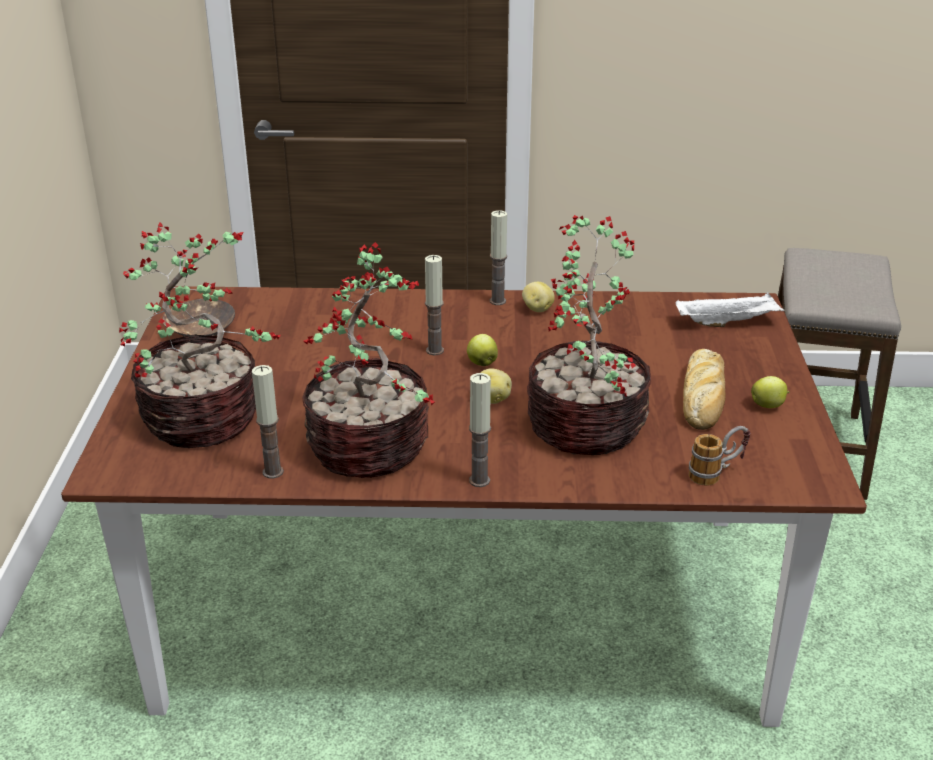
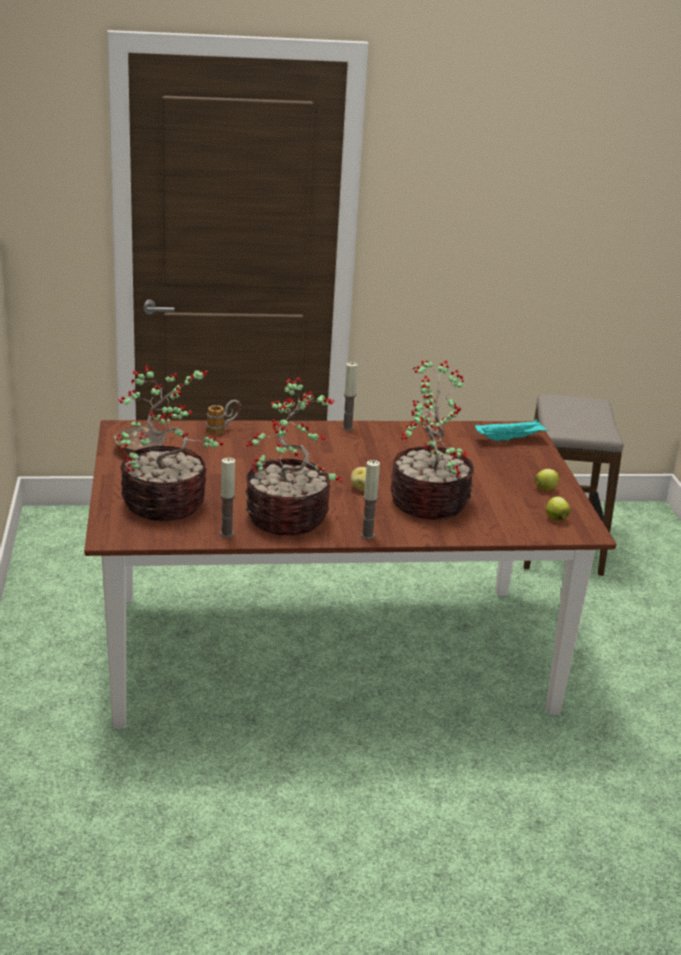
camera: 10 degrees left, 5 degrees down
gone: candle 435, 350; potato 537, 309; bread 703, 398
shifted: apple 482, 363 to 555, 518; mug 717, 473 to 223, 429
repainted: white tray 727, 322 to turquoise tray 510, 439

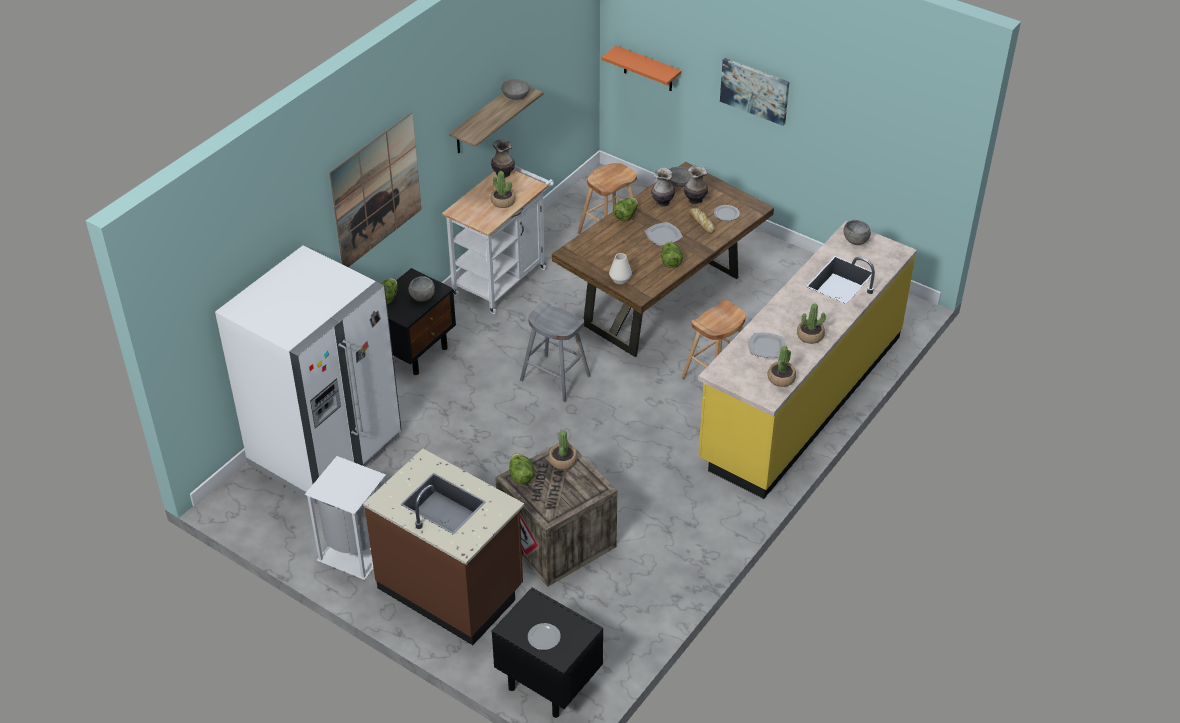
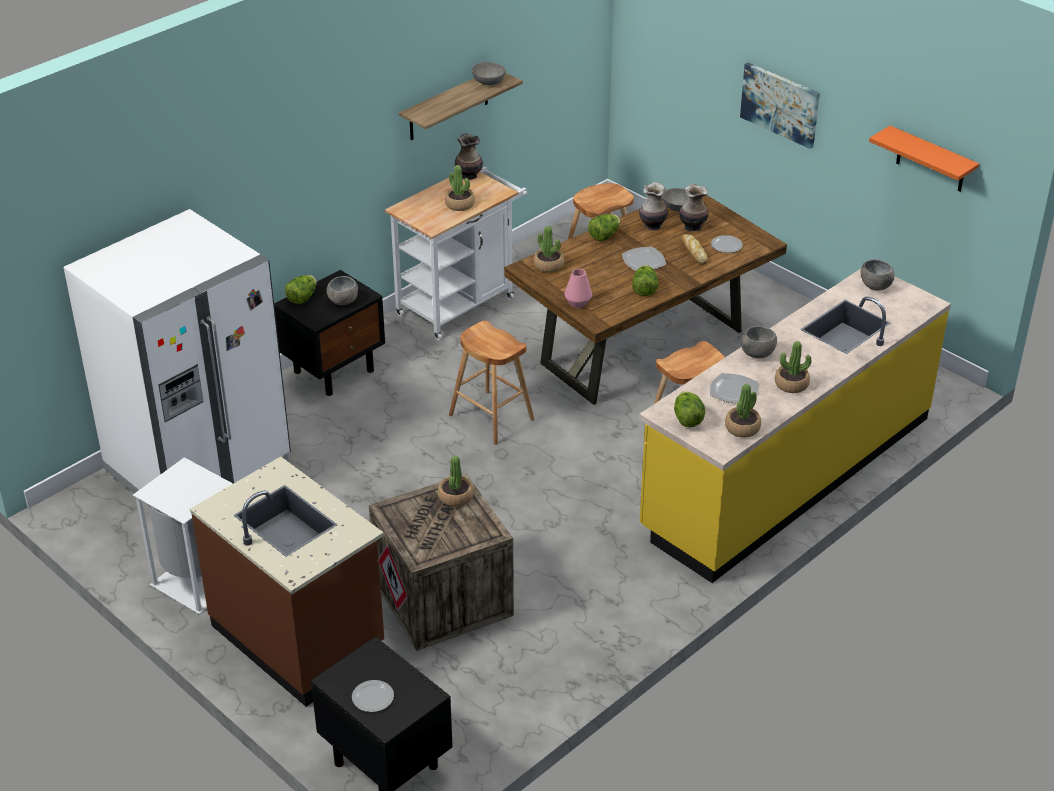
camera: 10 degrees right, 5 degrees down
gone: picture 376, 191
new: potted plant 548, 265; grey bowl 756, 354
shifted: lettuce 521, 476 to 687, 419; orange shelf 648, 69 to 931, 160
repainted: grey stool 555, 378 to brown stool 491, 417; white vase 620, 279 to pink vase 578, 302

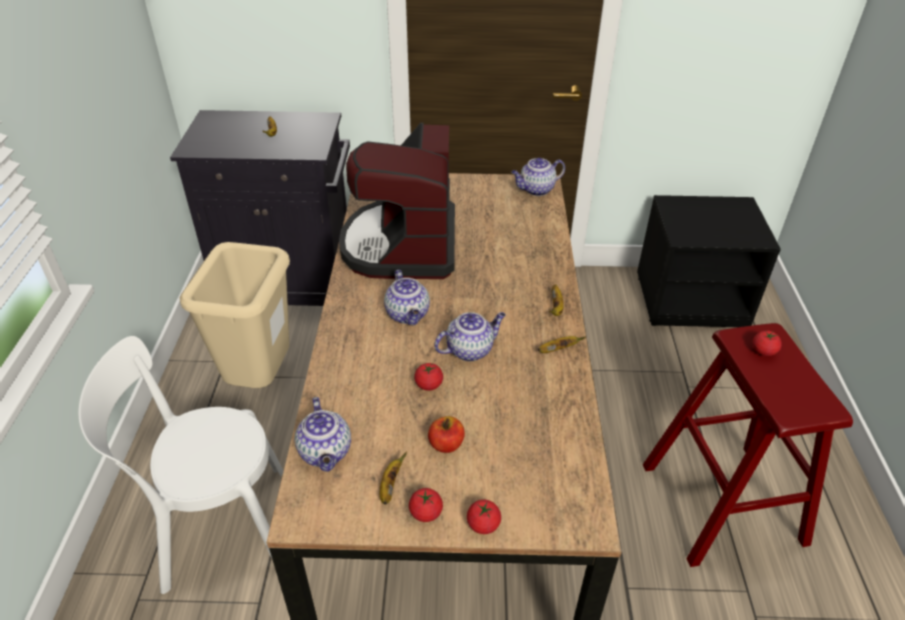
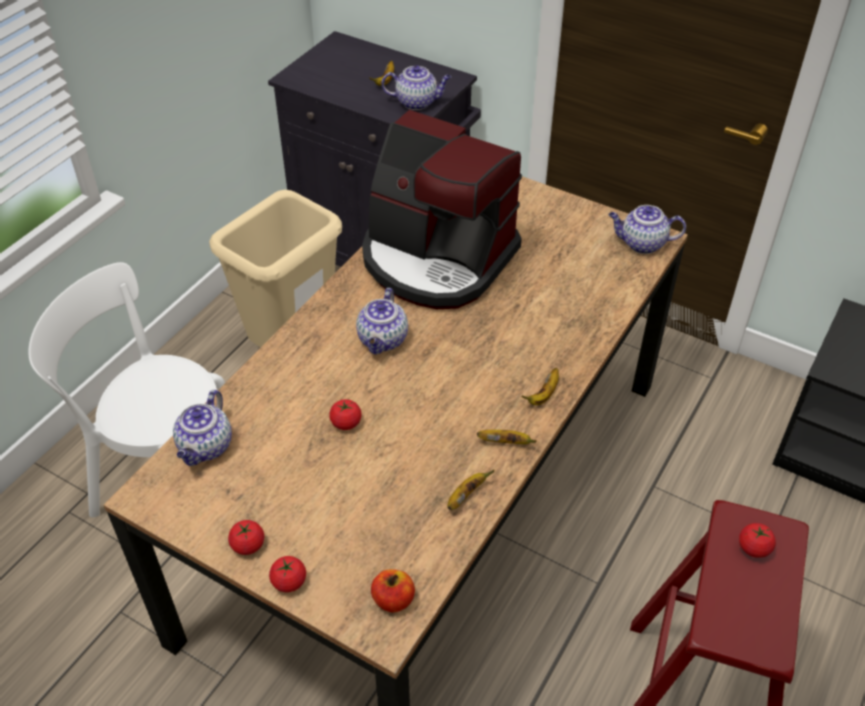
camera: 30 degrees right, 5 degrees up
shifted: banana 390, 486 to 466, 495; apple 446, 444 to 393, 600; teapot 470, 349 to 417, 102
rotated: coffee machine 402, 245 = 437, 259 90 degrees counterclockwise

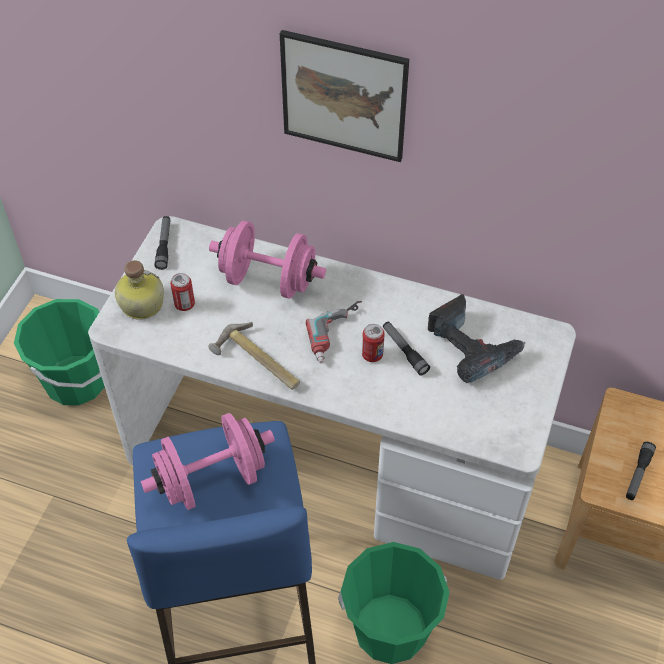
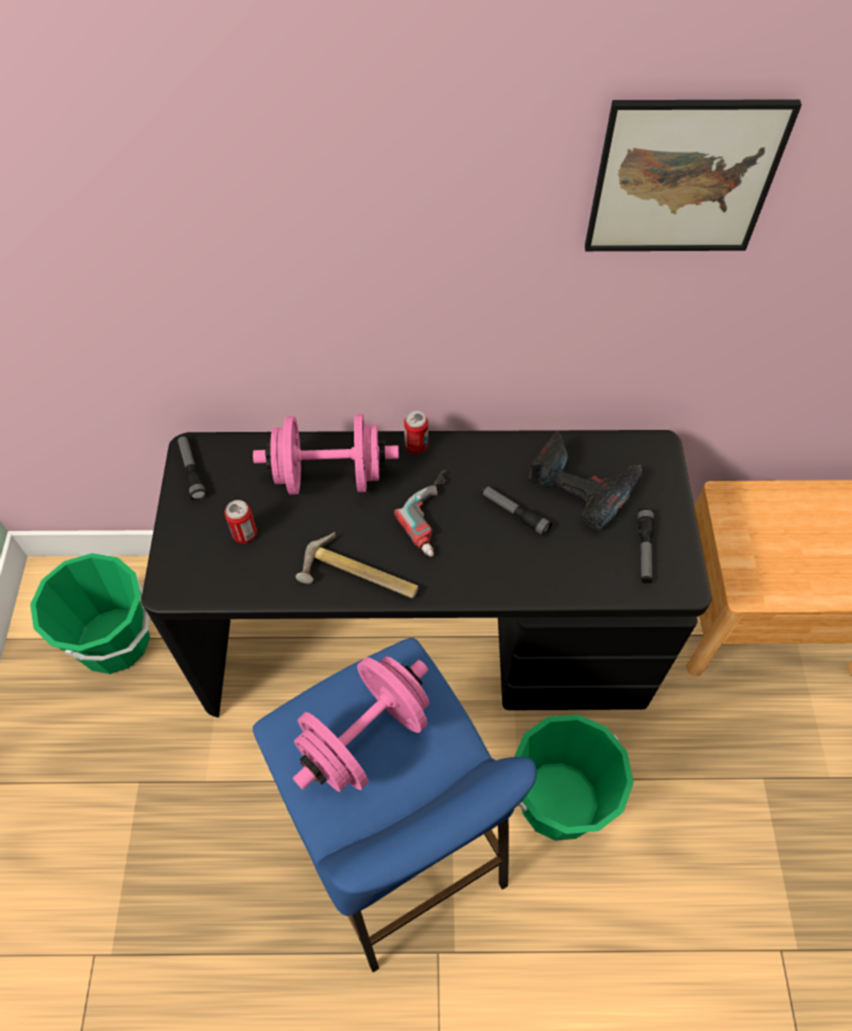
camera: 20 degrees left, 5 degrees up
gone: bottle 140, 304
shifted: picture 344, 96 to 683, 178; can 372, 355 to 416, 446; flashlight 638, 474 to 644, 549
repainted: white desk 332, 456 to black desk 426, 634

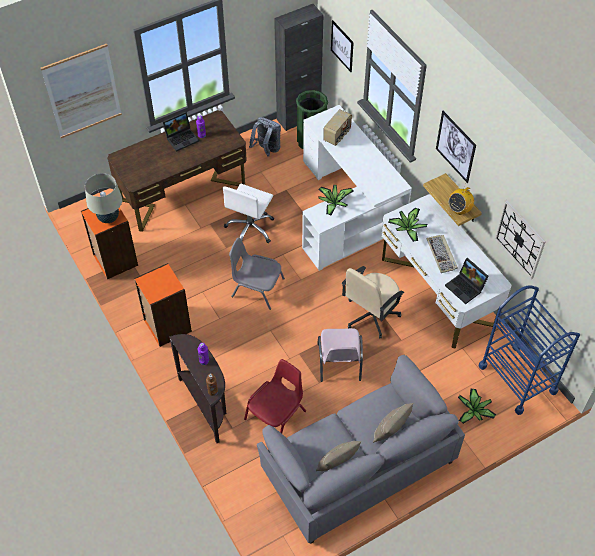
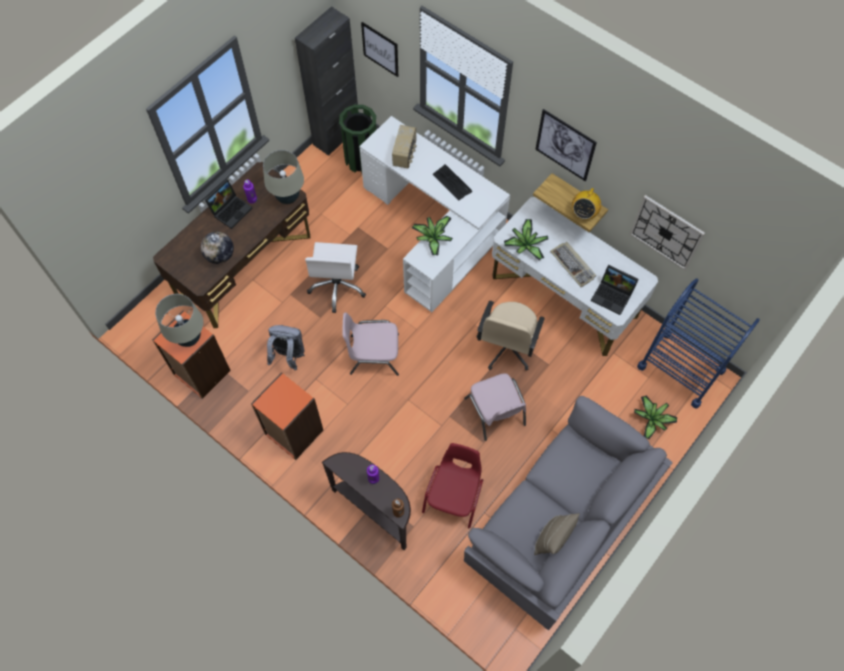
camera: 20 degrees left, 10 degrees up
gone: picture 82, 91; beige pillow 390, 431
new: globe 220, 256; beige table lamp 288, 197; keyboard 452, 182
shifted: grey backpack 267, 150 to 288, 356
repainted: grey chair 257, 287 to pink chair 373, 354

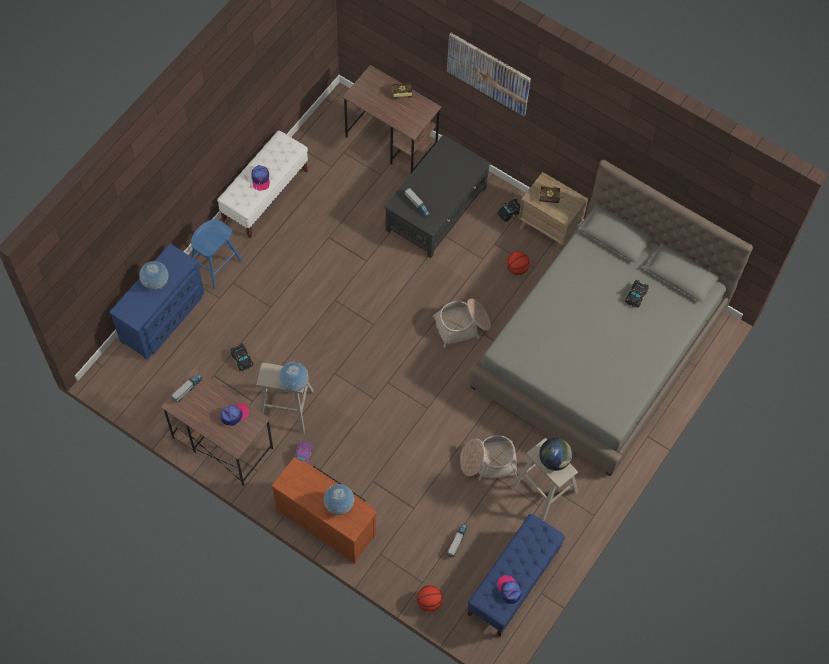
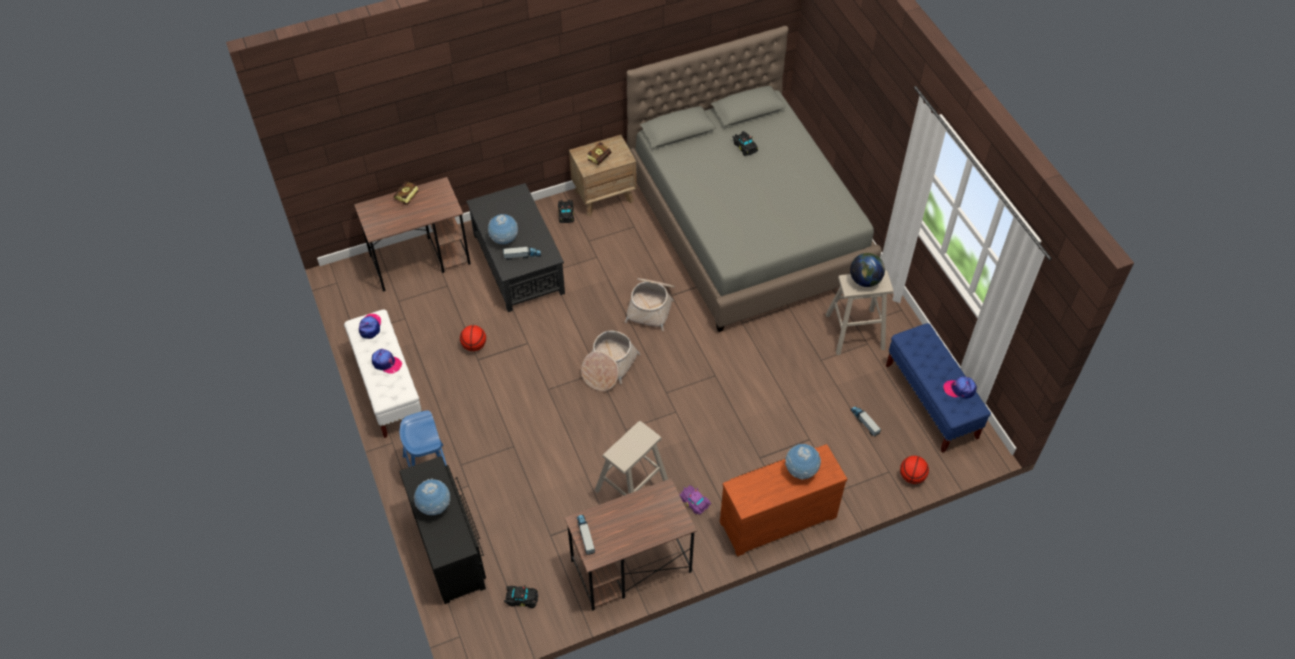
camera: 55 degrees left, 10 degrees down
gone: picture 488, 73
shifted: cap 234, 415 to 370, 327; black toy car 242, 358 to 521, 598; globe 294, 383 to 504, 240; basket 488, 461 to 608, 367; basketball 517, 268 to 474, 345
repainted: blue dresser 164, 318 to black dresser 451, 547

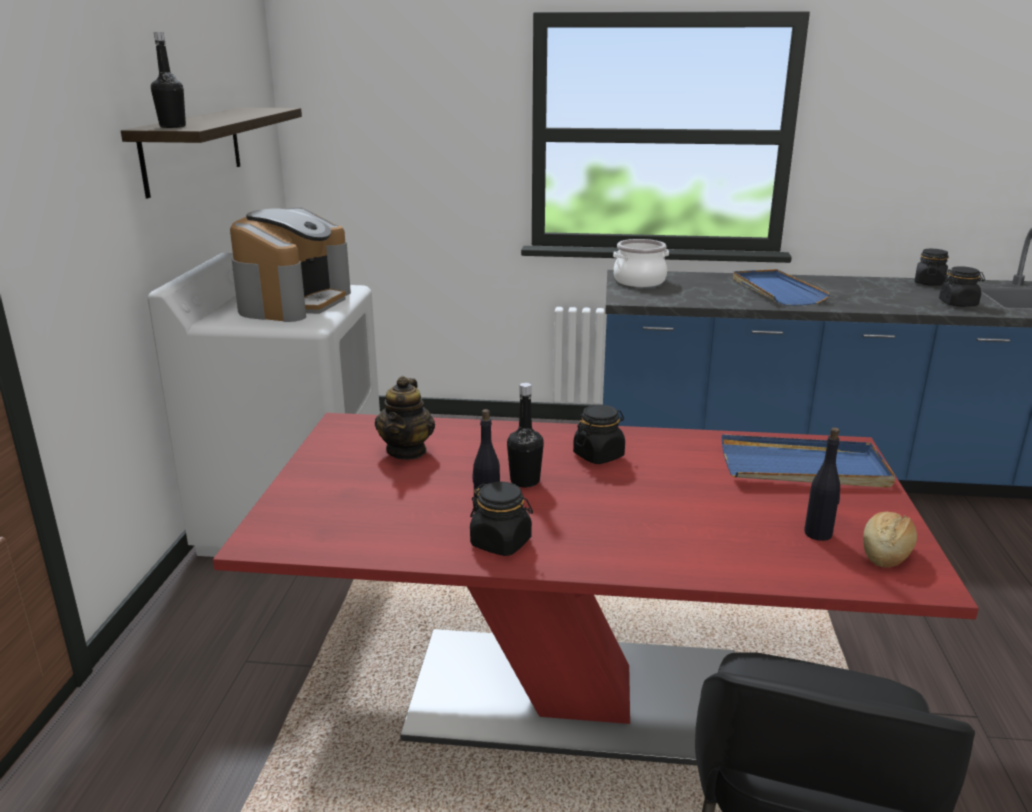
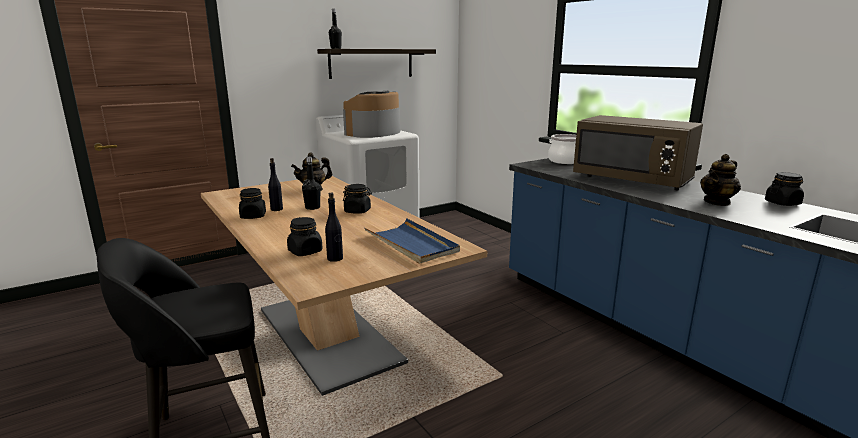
camera: 50 degrees right, 5 degrees down
gone: bread 886, 552
new: teapot 717, 202
shifted: black jar 958, 304 to 305, 251
swapped: blue tray 776, 291 to brown microwave 632, 180
repainted: red dining table 577, 697 to beige dining table 328, 335
rotated: coffee machine 294, 302 = 373, 133 150 degrees clockwise

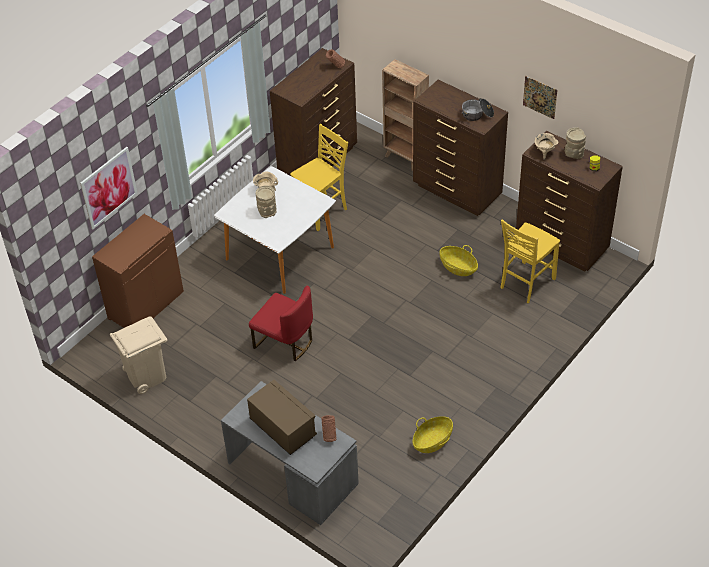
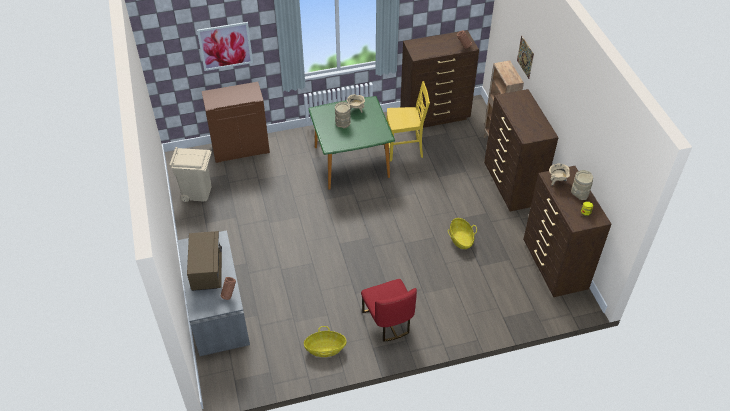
camera: 35 degrees right, 0 degrees up
gone: cooking pot 477, 115; yellow chair 526, 283
shifted: red chair 285, 342 to 388, 321; picture 540, 97 to 525, 57
repainted: white dining table 279, 254 to green dining table 351, 162

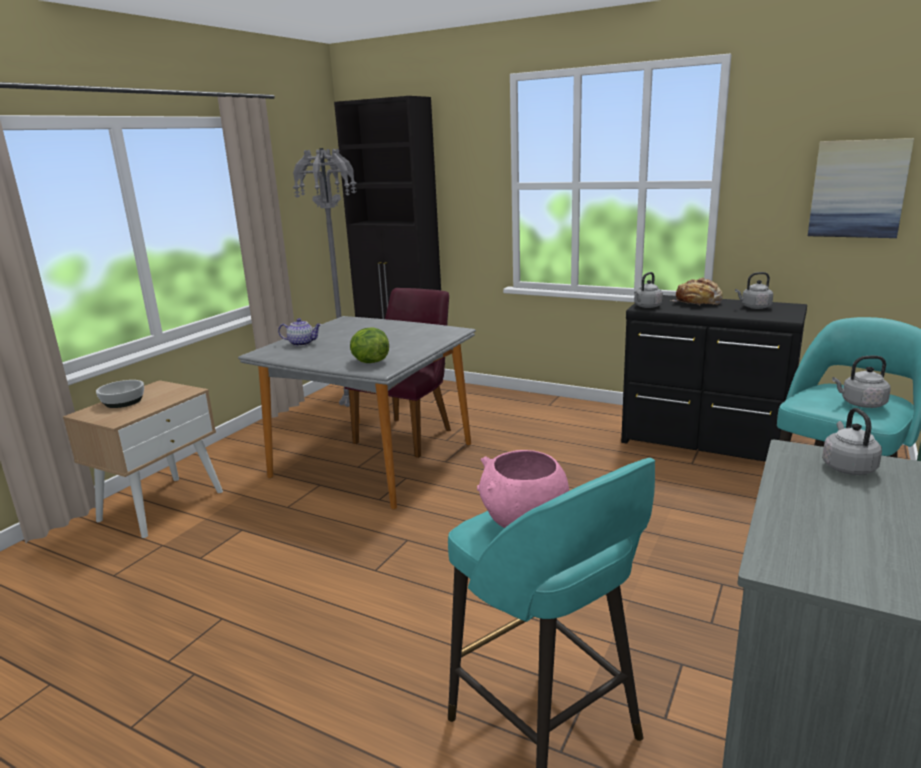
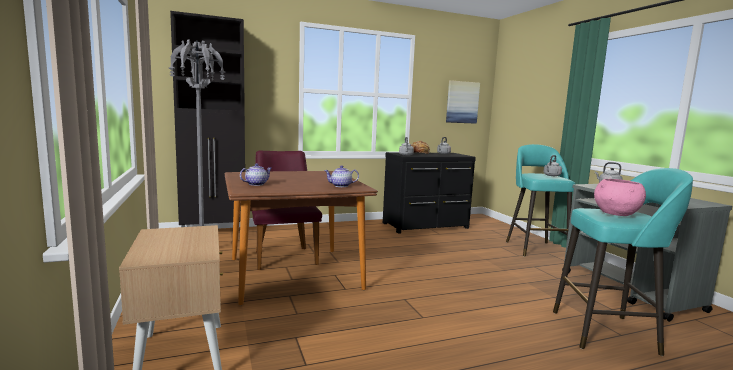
camera: 50 degrees left, 10 degrees down
gone: bowl 123, 402
swapped: lettuce 369, 362 to teapot 341, 186
repainted: grey dining table 372, 460 to brown dining table 293, 273

